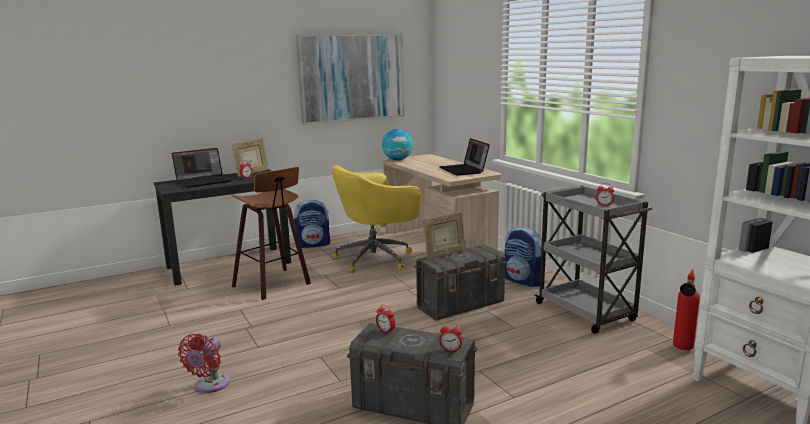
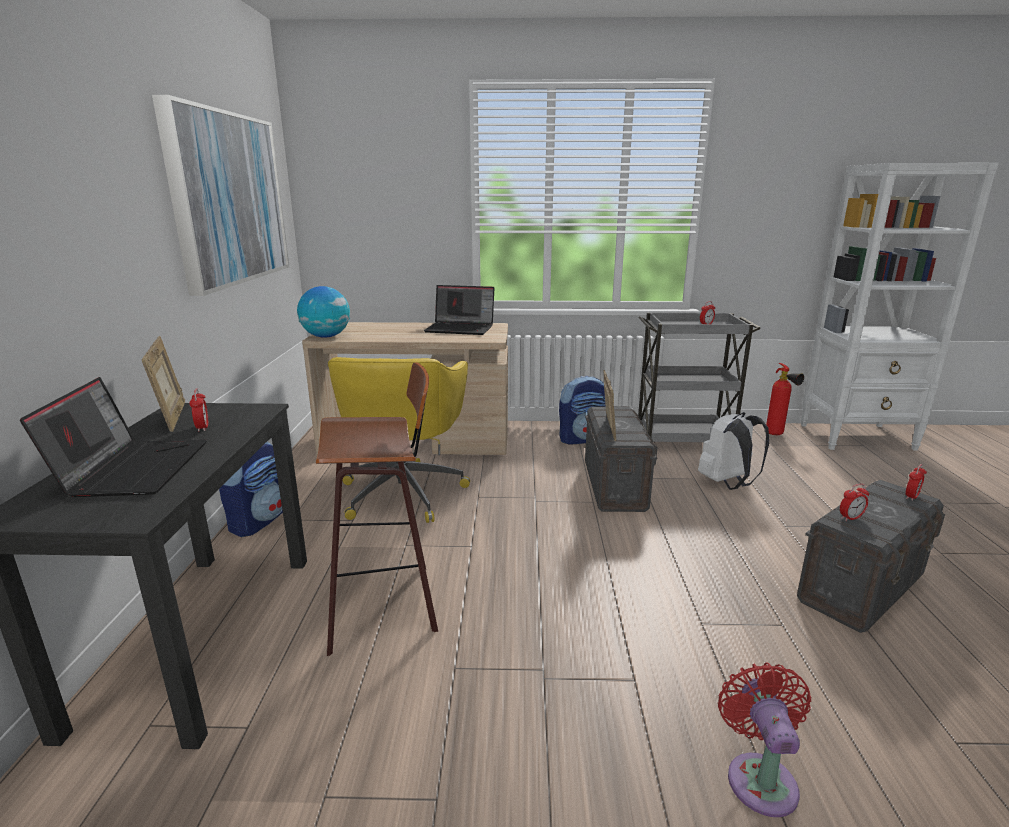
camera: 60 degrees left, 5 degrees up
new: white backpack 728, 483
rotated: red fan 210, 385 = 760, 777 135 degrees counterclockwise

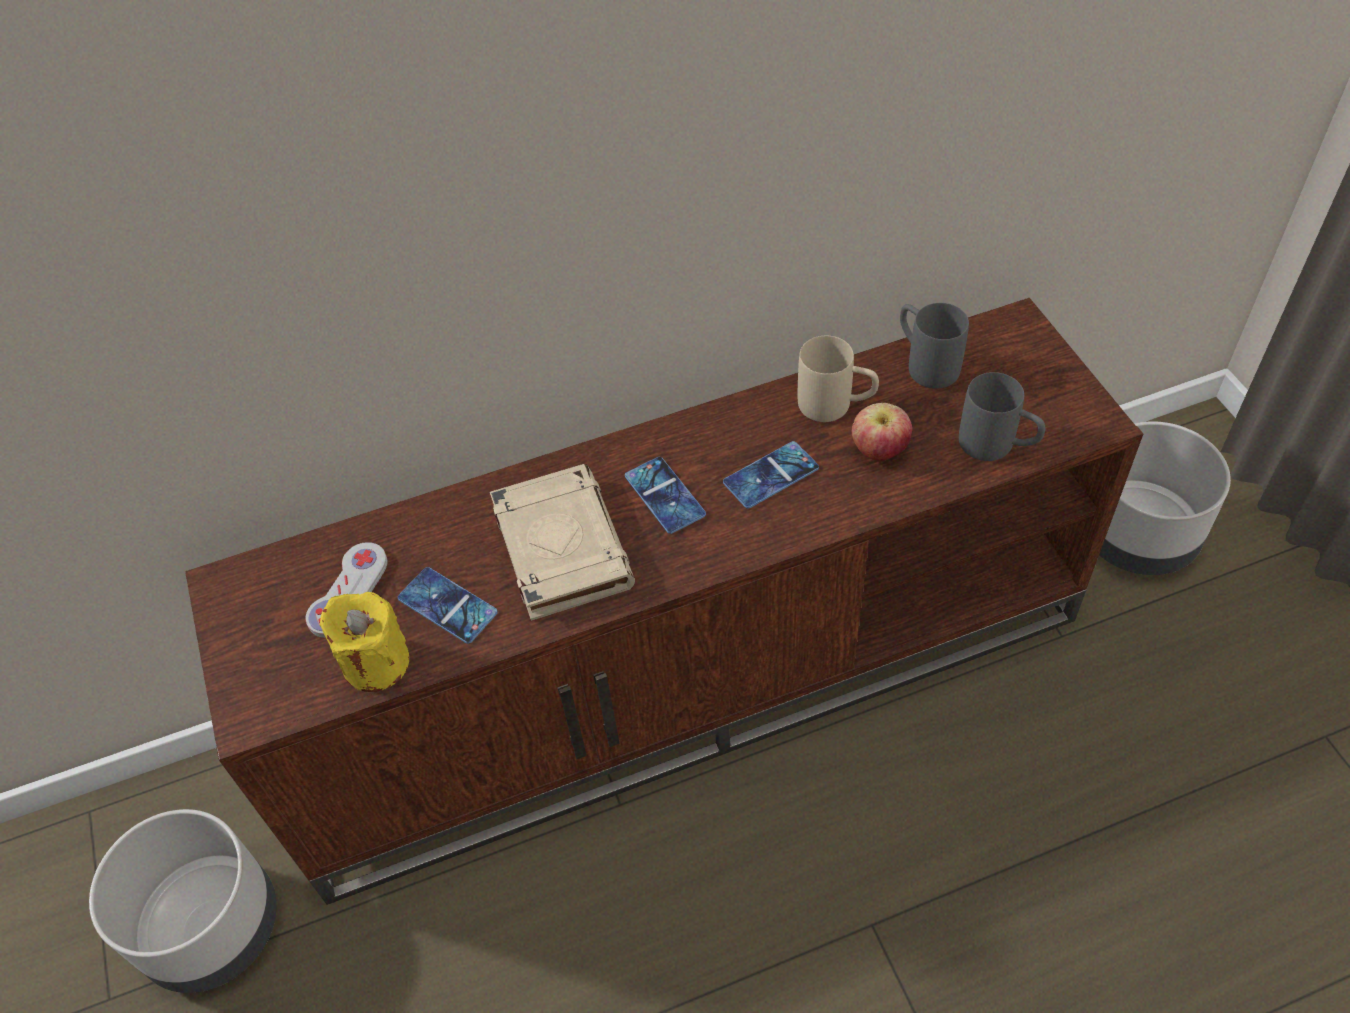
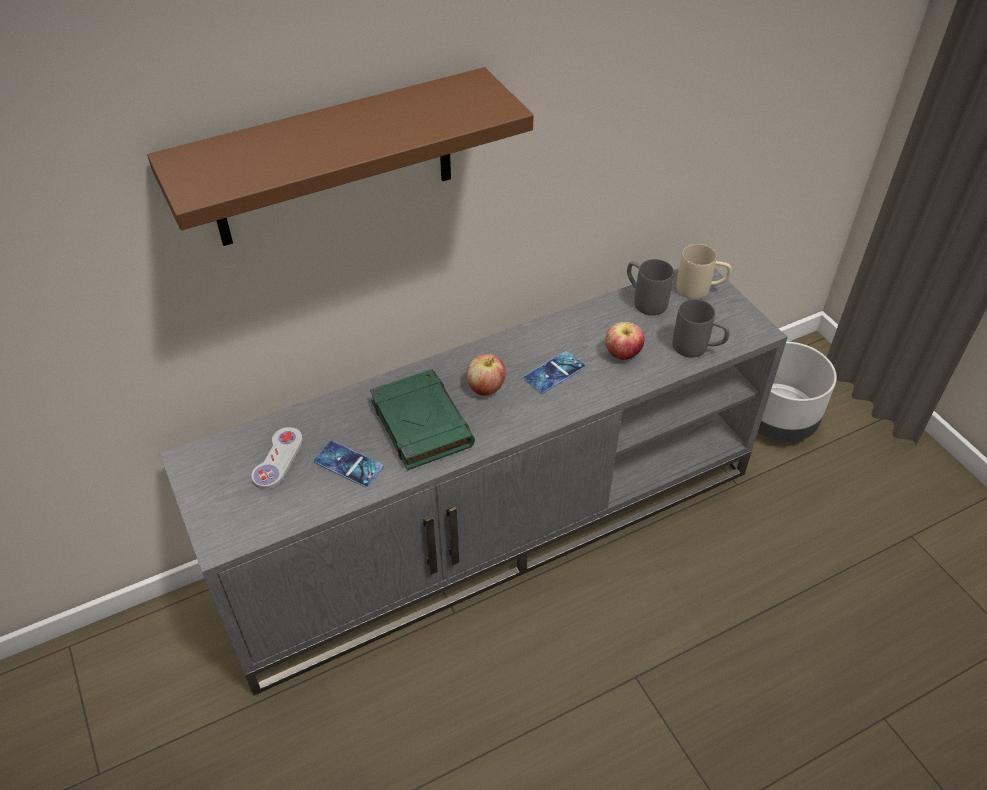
camera: 10 degrees left, 5 degrees down
gone: grey planter 213, 926; yellow candle 376, 663
new: brown shelf 333, 160
shifted: beige mug 836, 406 to 700, 290
swapped: phone 664, 495 to apple 485, 388
repainted: brown tv stand 690, 674 to grey tv stand 493, 524; beige book 560, 546 to green book 420, 423

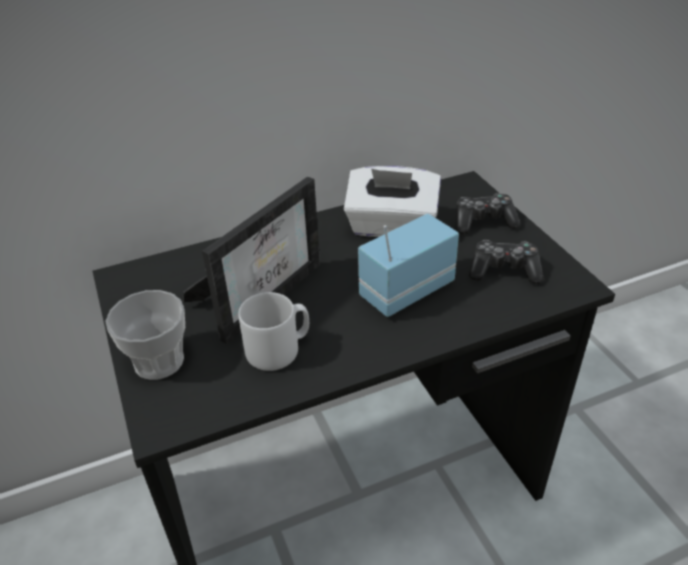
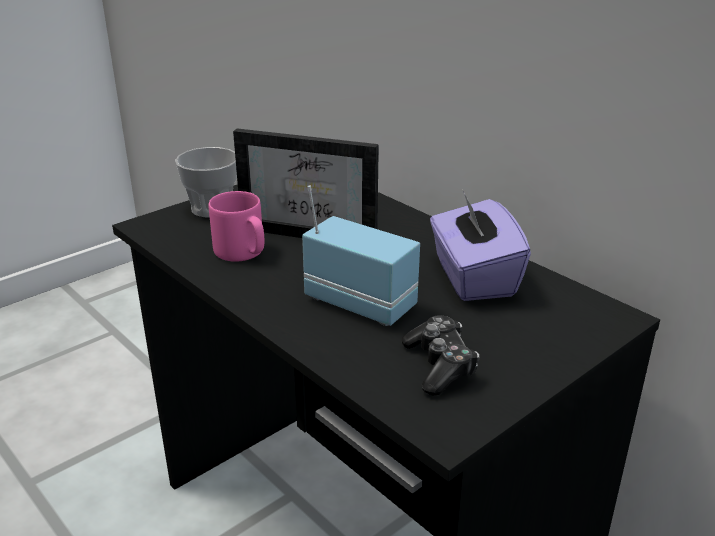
camera: 70 degrees right, 10 degrees down
gone: game controller 483, 222
repainted: grey mug 279, 350 to pink mug 242, 253; white tissue box 391, 226 to purple tissue box 473, 277

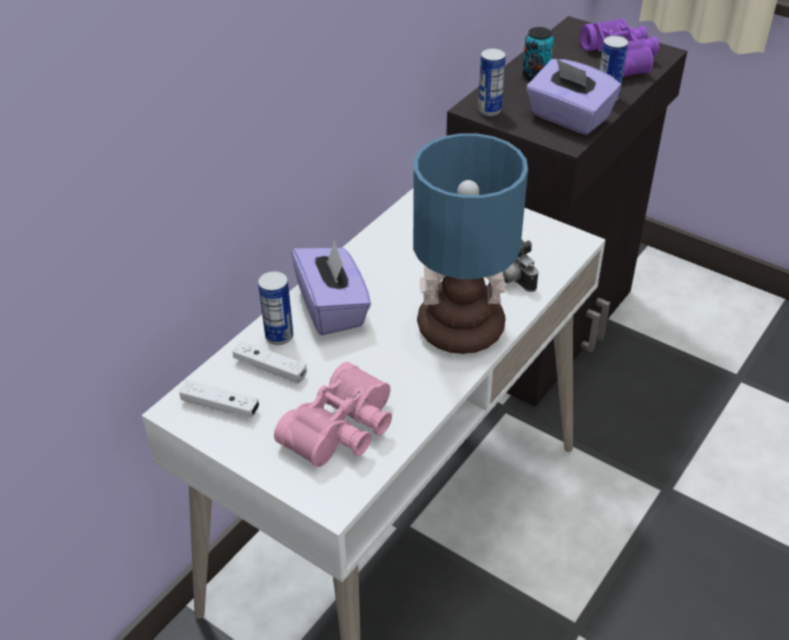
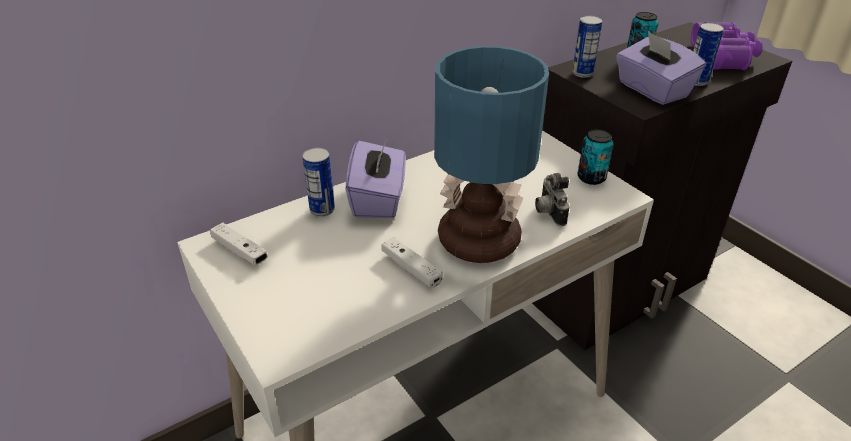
camera: 20 degrees right, 5 degrees down
gone: pink binoculars 344, 430
new: can 591, 178
shifted: white game controller 270, 368 to 411, 269

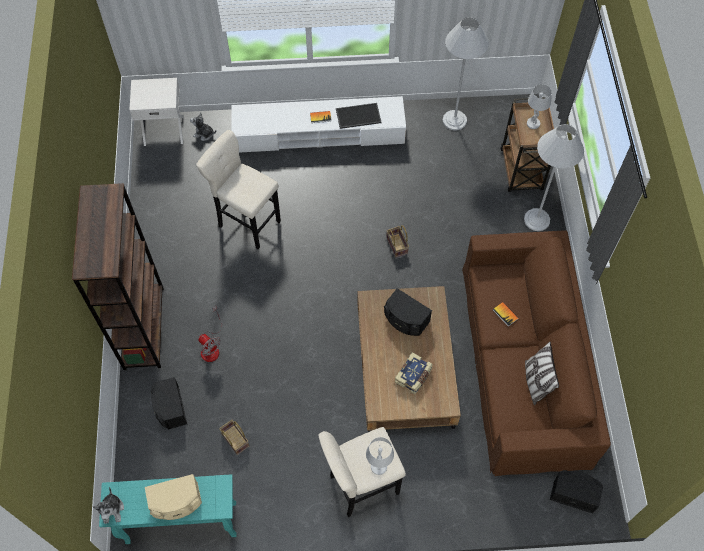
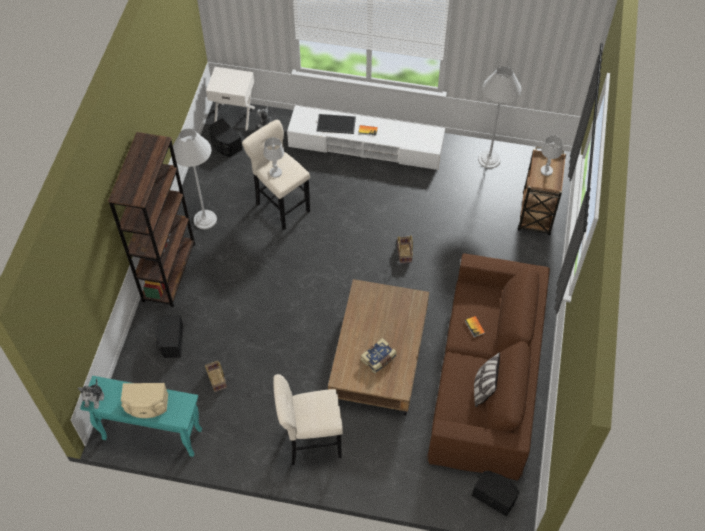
camera: 15 degrees right, 5 degrees down
gone: fan 211, 347
shifted: tray 358, 116 to 335, 124; white table lamp 379, 467 to 275, 172; black speaker 405, 320 to 225, 145; white floor lamp 536, 220 to 205, 219

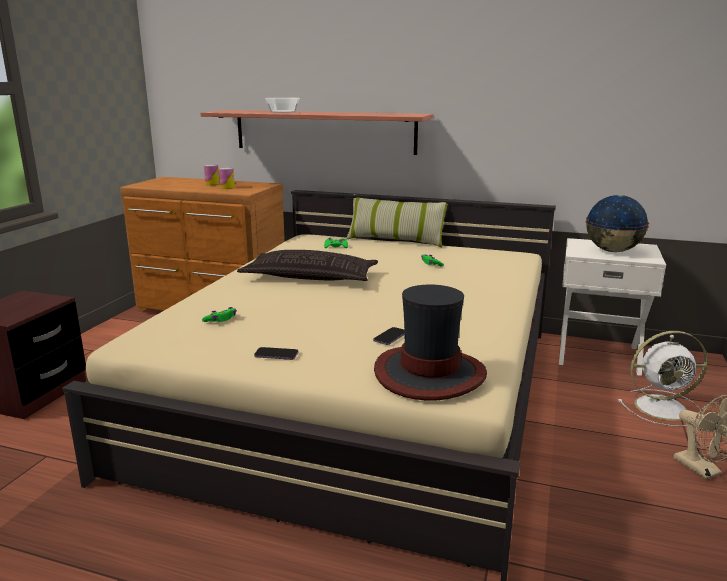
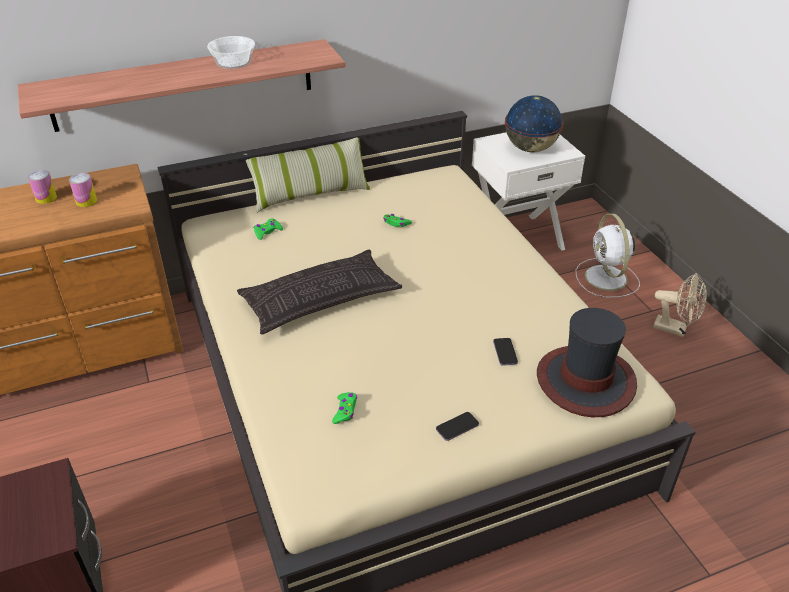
camera: 40 degrees left, 20 degrees up
shifted: bowl 283, 112 to 233, 62
rotated: white fan 663, 408 = 606, 279 120 degrees clockwise

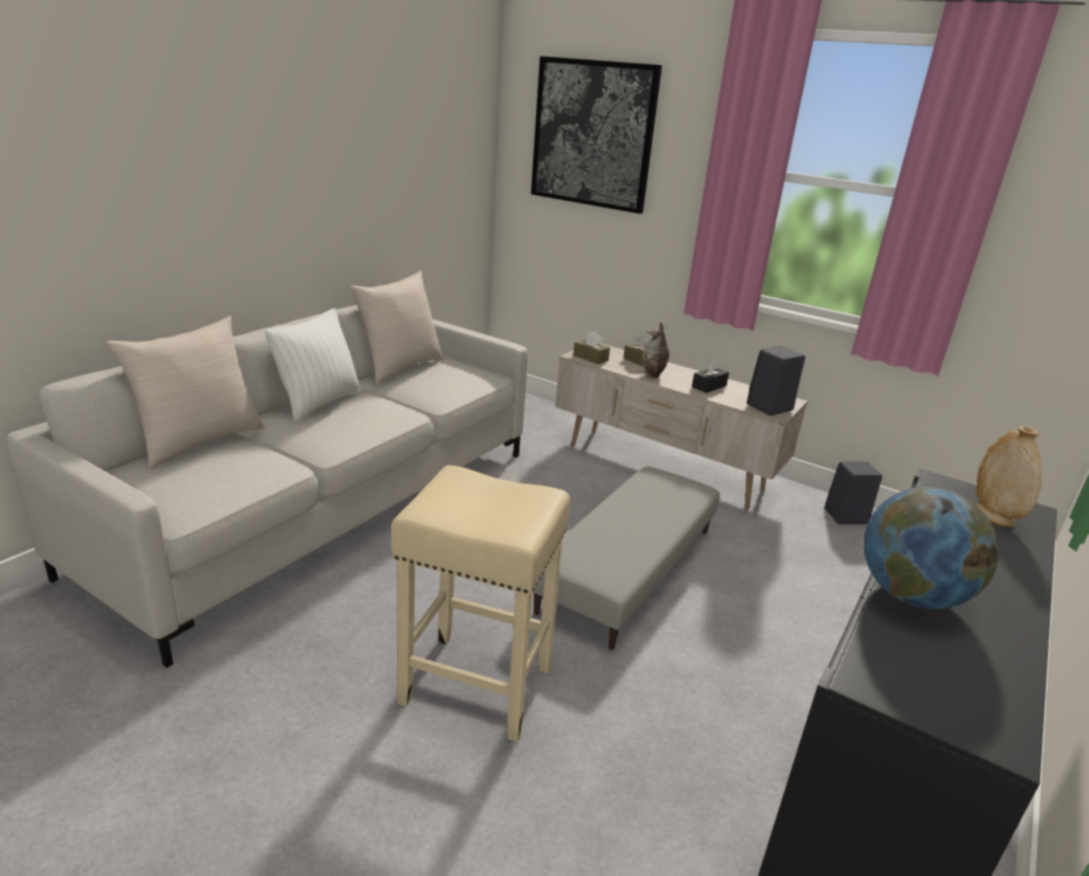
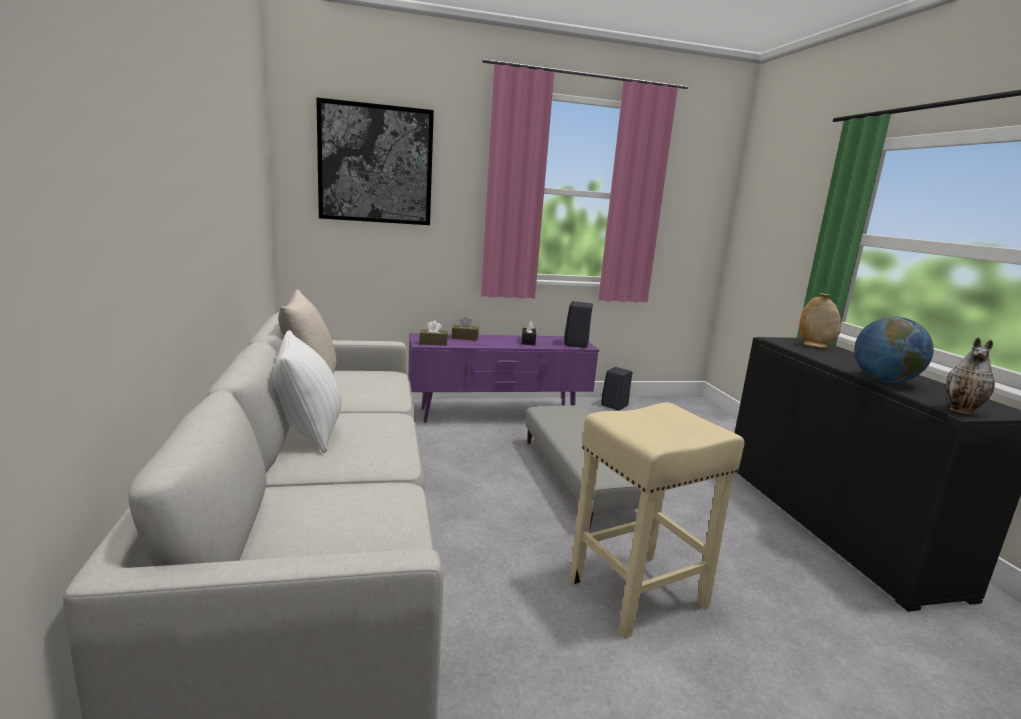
camera: 45 degrees left, 10 degrees down
gone: beige pillow 199, 441
shifted: vase 653, 375 to 962, 411
repainted: beige tv stand 663, 468 to purple tv stand 498, 415

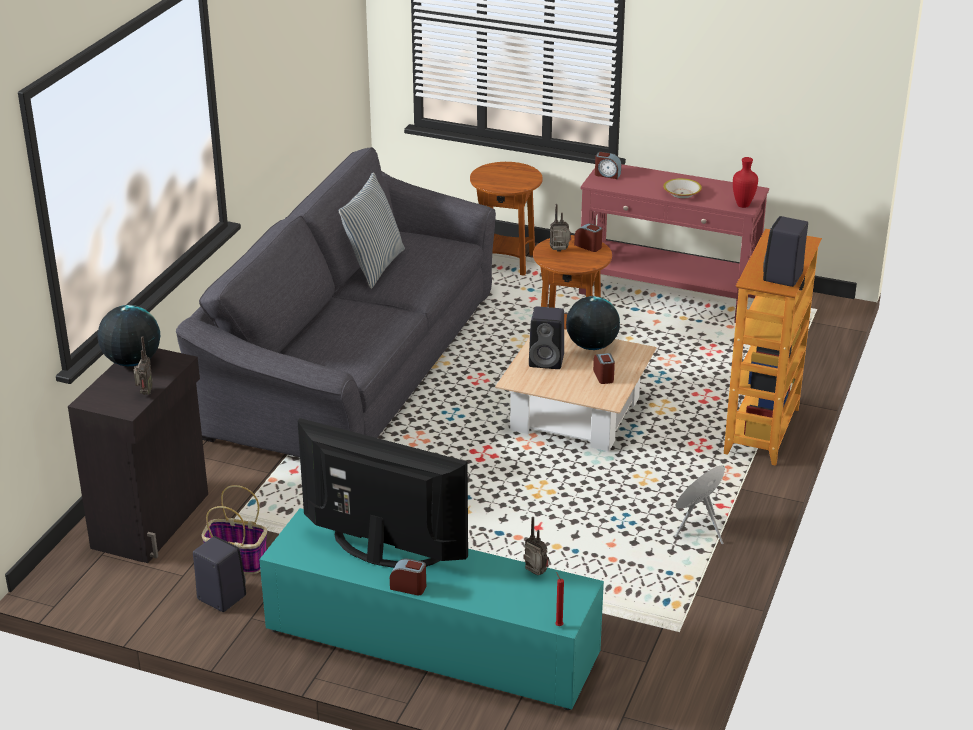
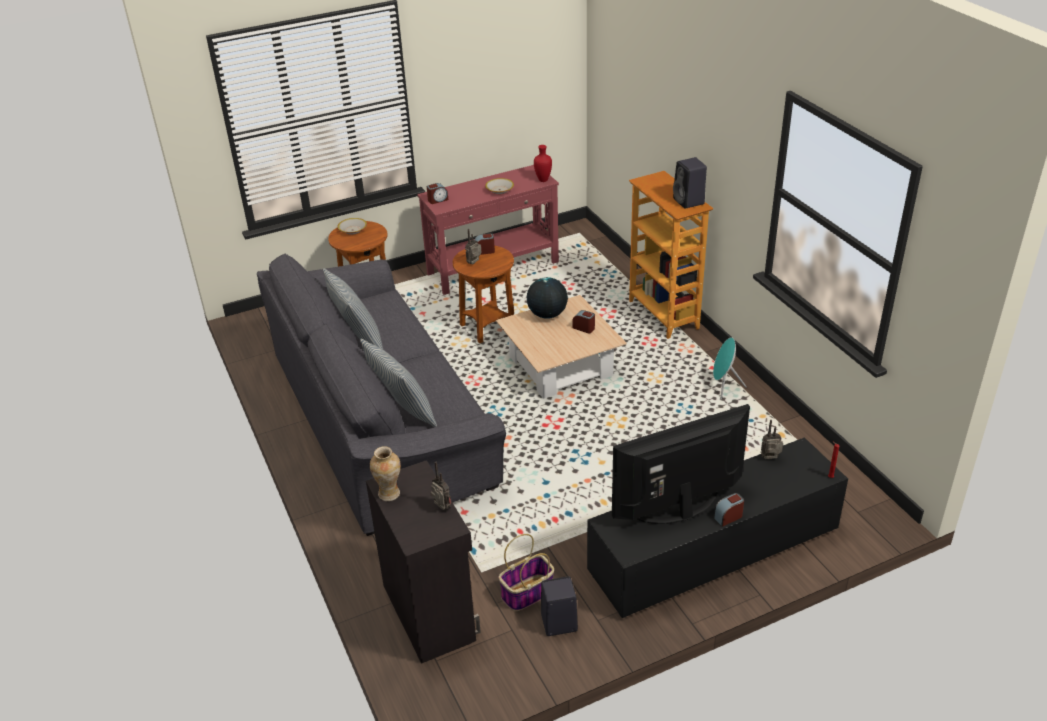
camera: 45 degrees left, 5 degrees up
gone: black speaker 547, 361
new: bowl 352, 230; pillow 402, 412
swapped: globe 132, 361 to vase 389, 494
repainted: turquoise tv stand 429, 644 to black tv stand 713, 552

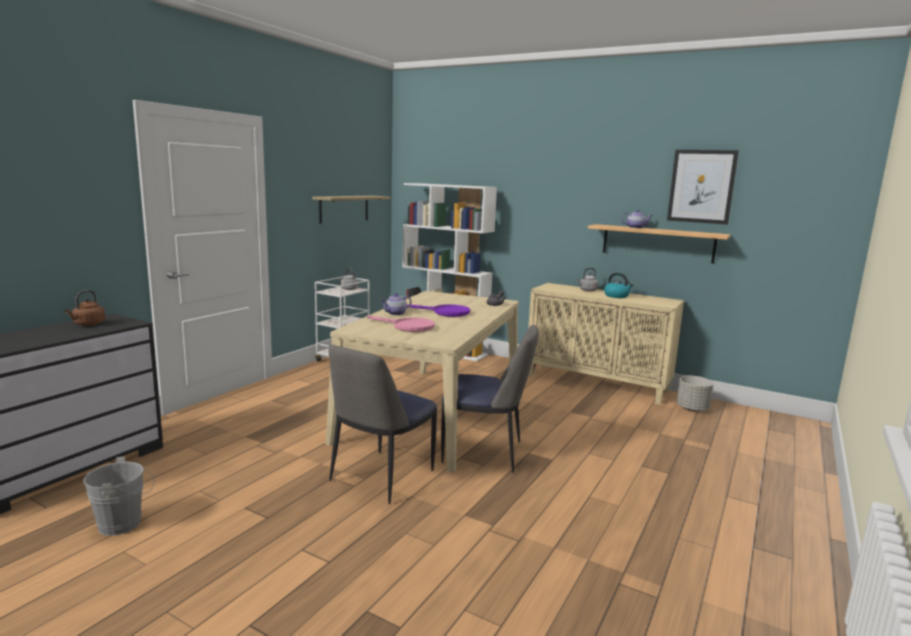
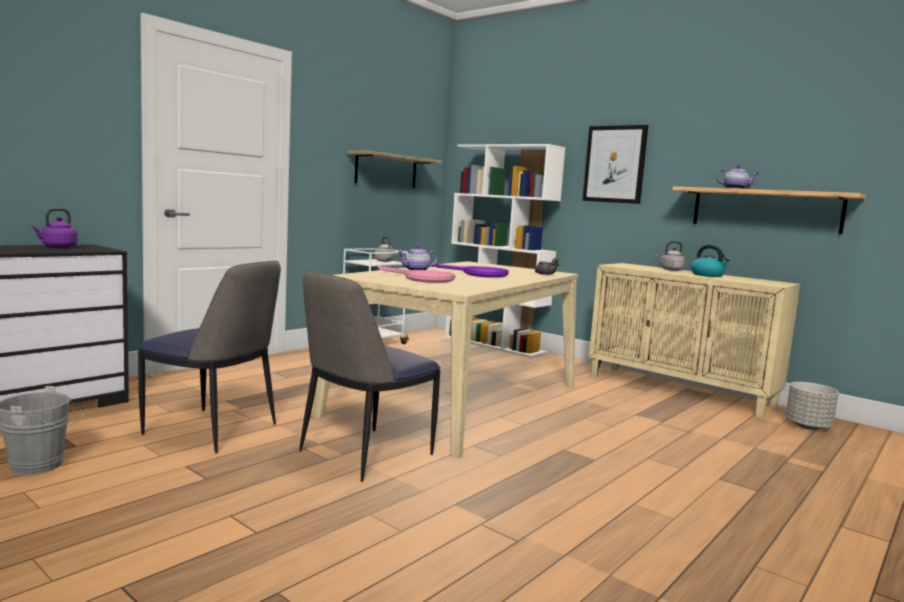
camera: 10 degrees right, 5 degrees down
shifted: chair 485, 453 to 213, 430; picture 701, 186 to 615, 164
repainted: brown kettle 88, 324 to purple kettle 57, 247

